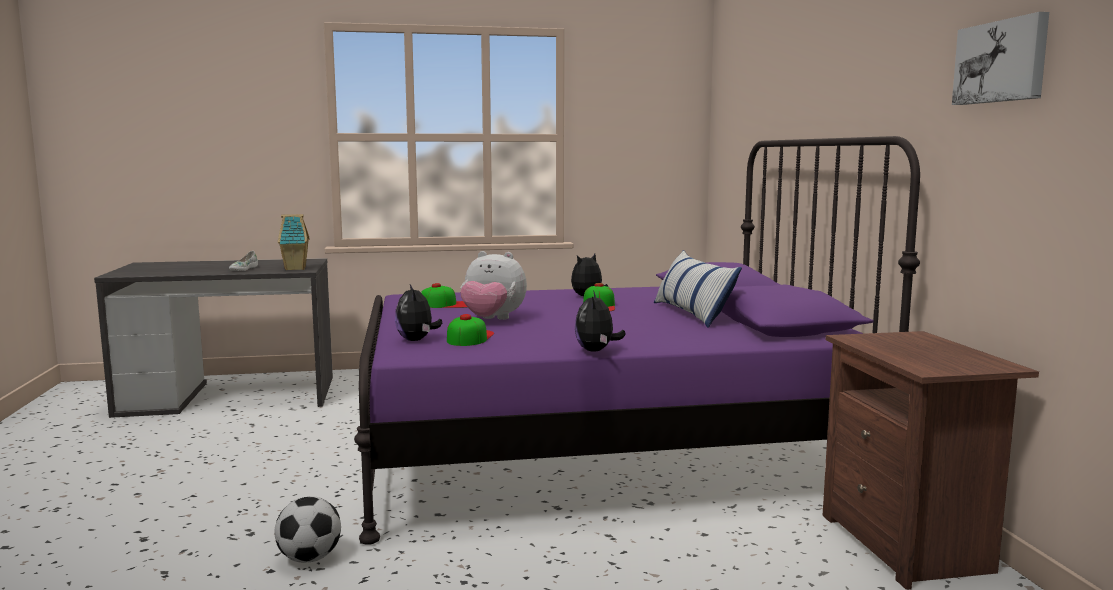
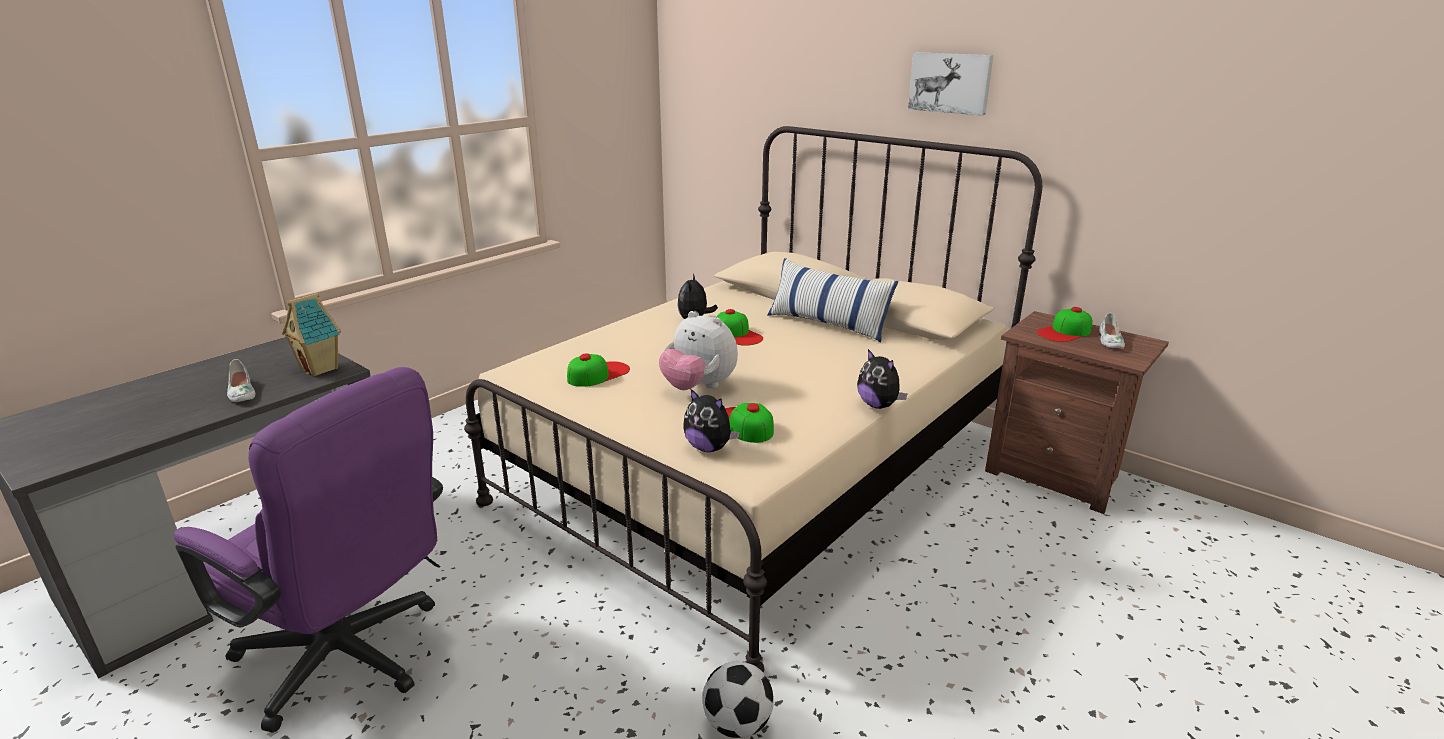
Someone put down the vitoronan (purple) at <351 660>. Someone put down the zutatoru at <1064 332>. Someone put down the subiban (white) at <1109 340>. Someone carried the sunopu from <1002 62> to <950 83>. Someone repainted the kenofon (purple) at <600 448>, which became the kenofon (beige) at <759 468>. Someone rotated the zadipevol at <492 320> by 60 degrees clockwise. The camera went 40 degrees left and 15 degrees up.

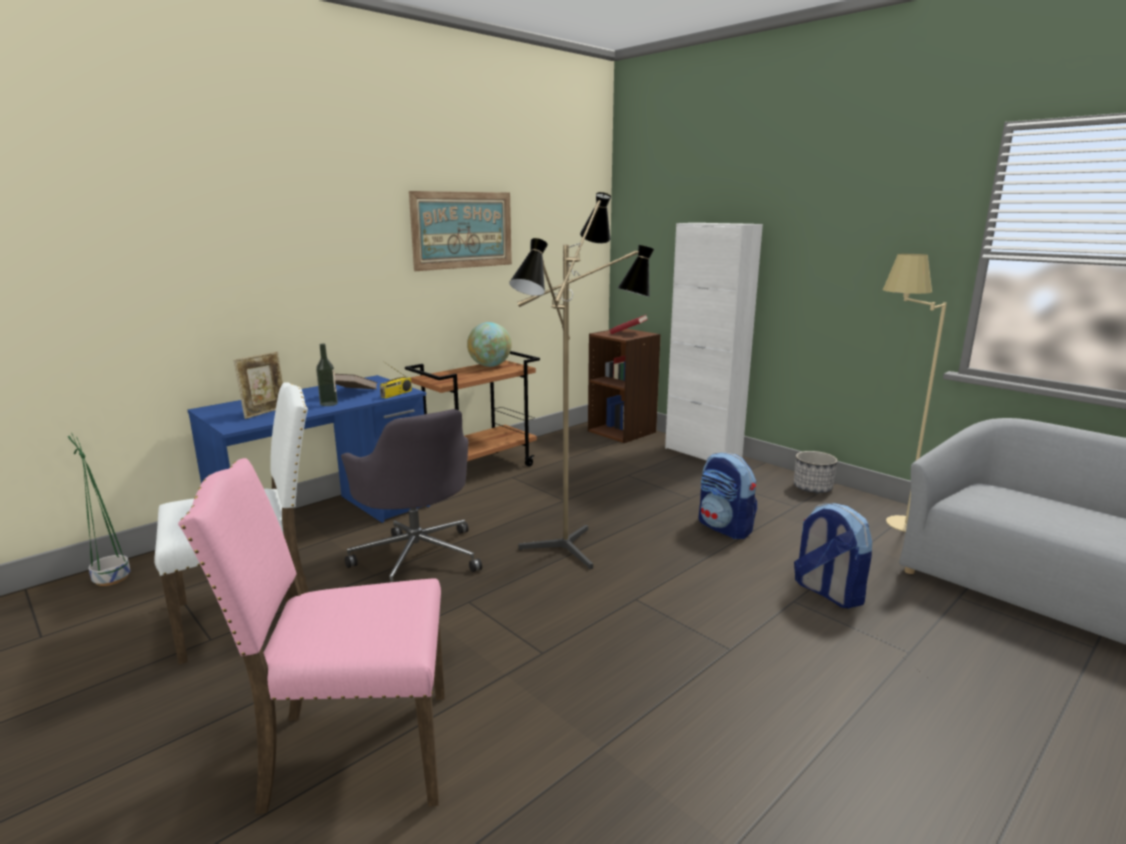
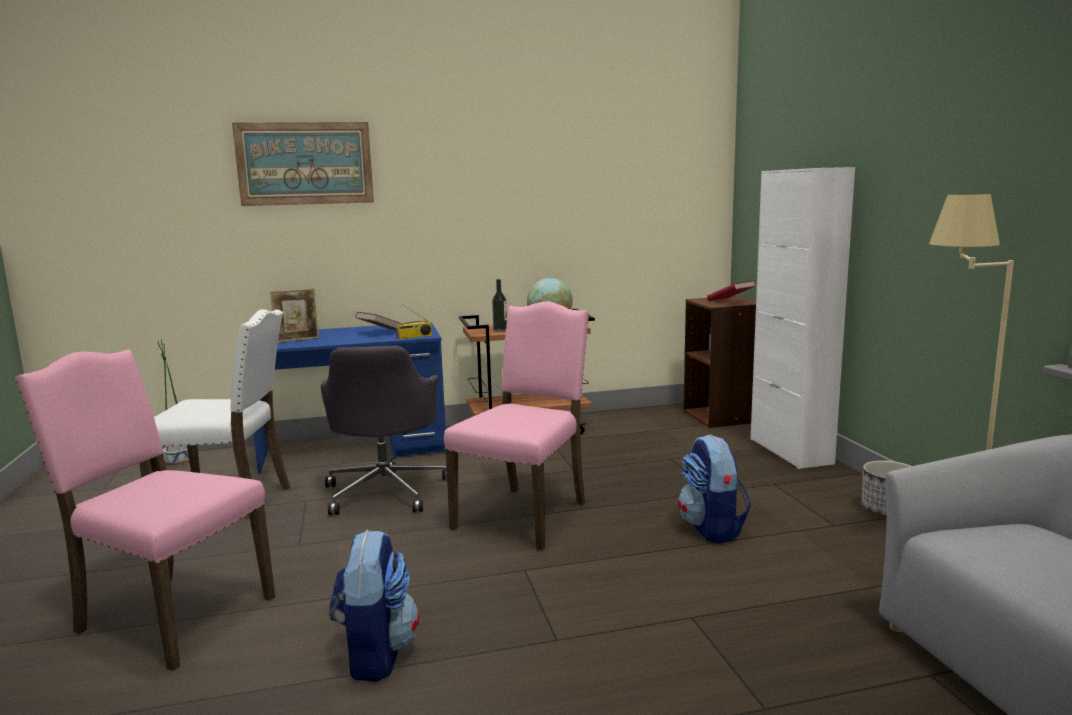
Someone carried the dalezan from <329 404> to <500 330>. Someone carried the sunopu from <463 230> to <305 163>. Someone carried the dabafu from <827 592> to <375 654>. Someone swapped the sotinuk at <575 550> for the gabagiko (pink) at <525 515>. The camera went 30 degrees right and 5 degrees down.

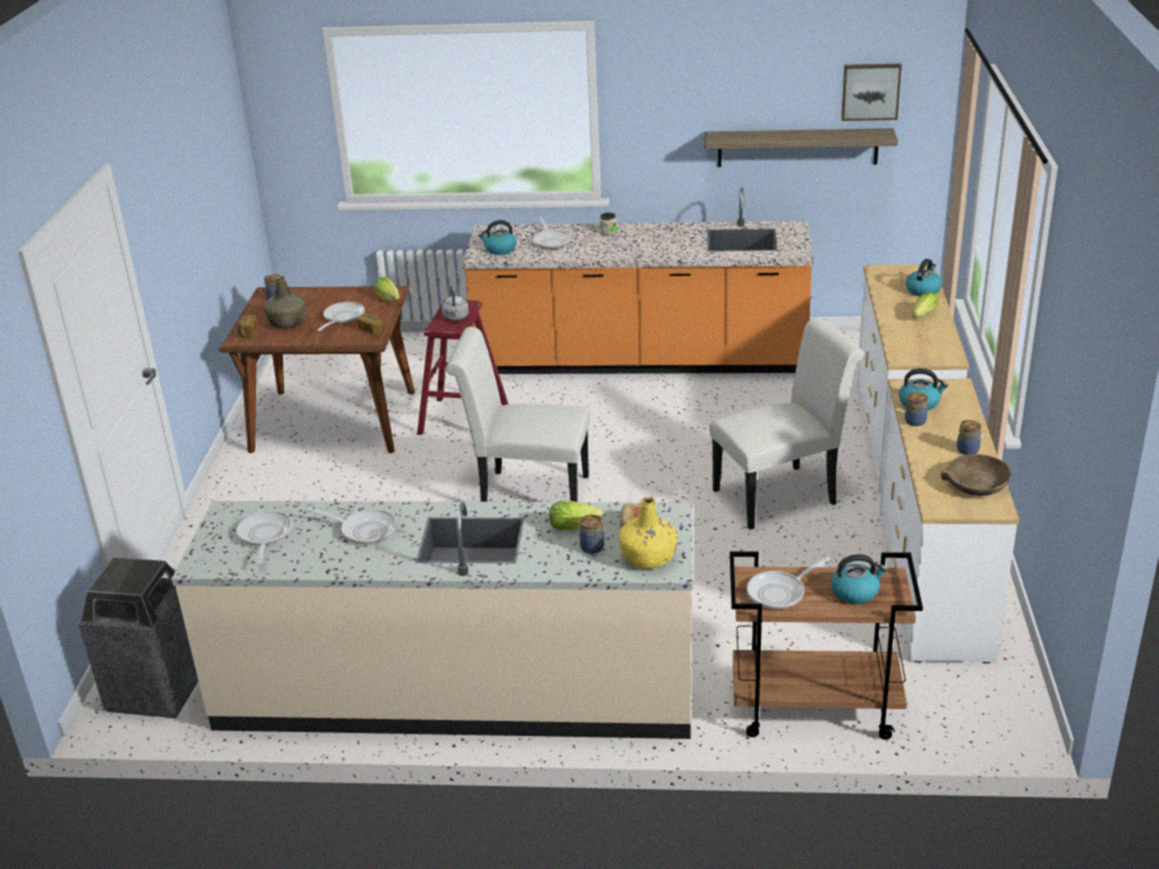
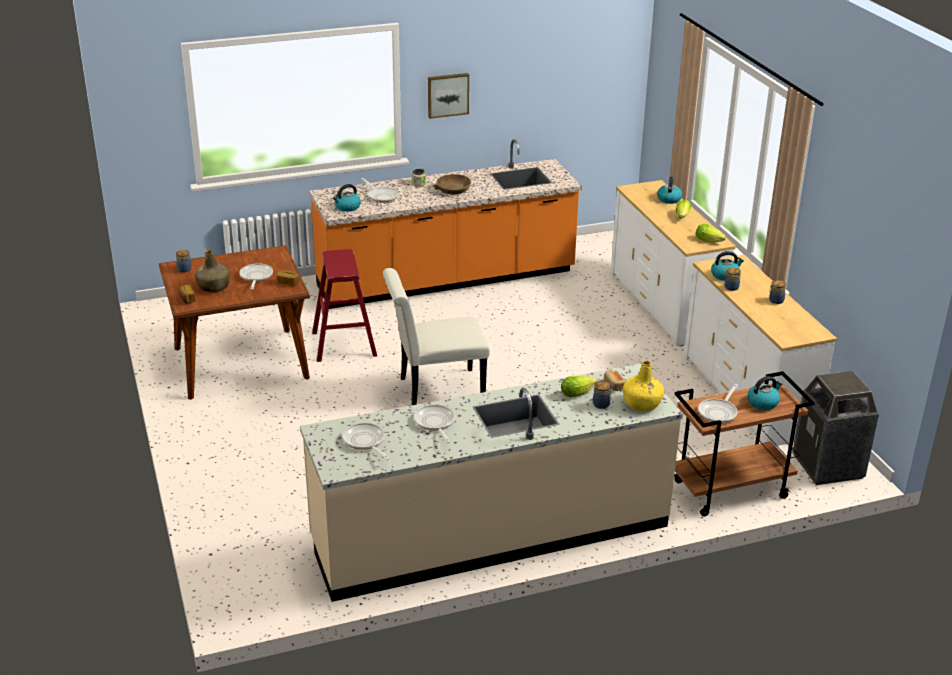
Someone took away the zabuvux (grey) at <456 318>. Someone took away the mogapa at <797 147>. Someone took away the gabagiko (white) at <782 495>. Someone carried the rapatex from <157 690> to <828 466>. Someone carried the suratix from <389 299> to <710 241>. Someone carried the sunopu from <870 91> to <447 95>. Someone carried the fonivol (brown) from <976 484> to <453 190>. Someone rotated the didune at <364 530> by 105 degrees counterclockwise. The camera went 25 degrees left and 0 degrees up.

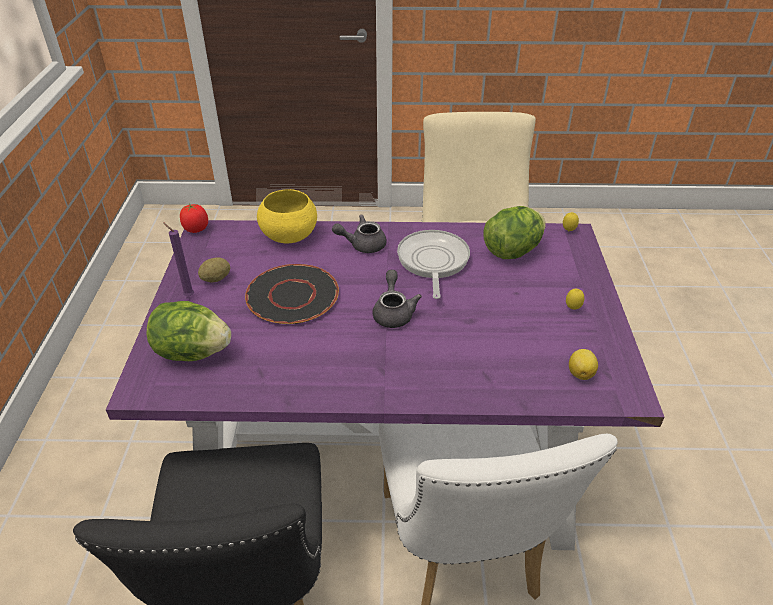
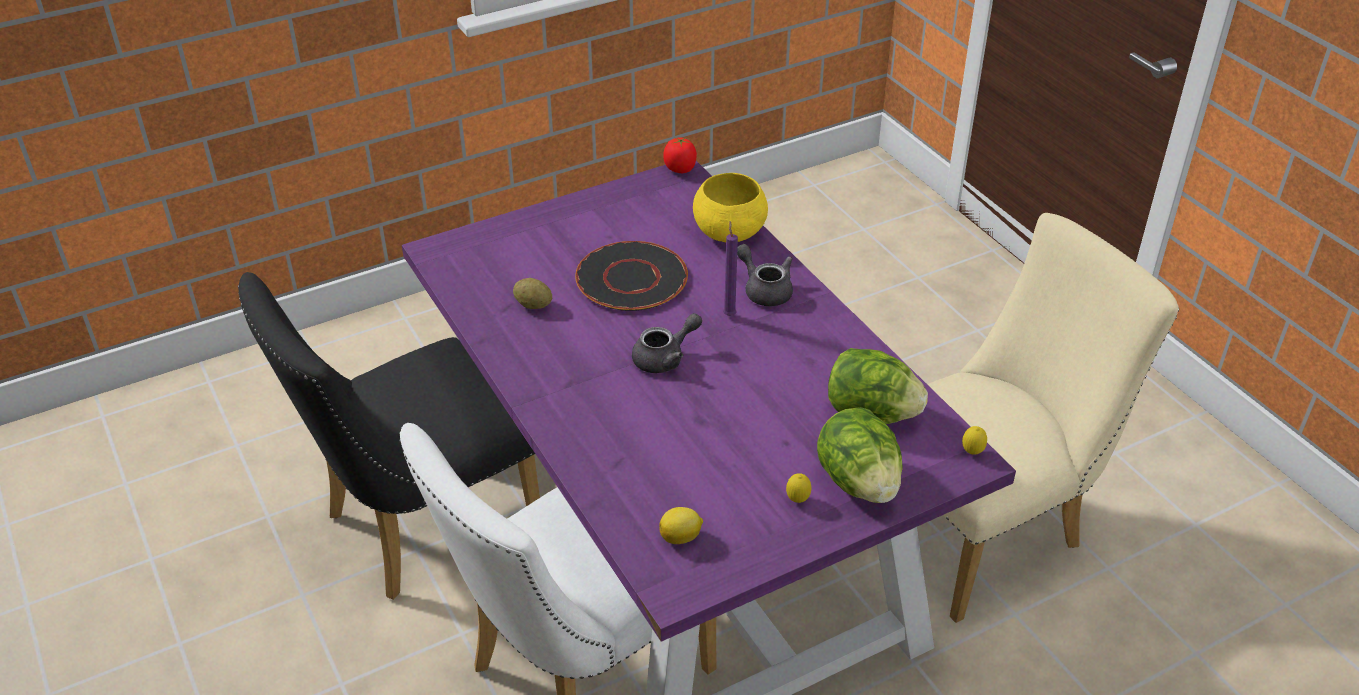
Someone took away the didune at <432 262>. Someone carried the suratix from <192 352> to <858 482>. Someone carried the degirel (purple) from <188 296> to <729 314>. Someone carried the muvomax from <216 279> to <533 305>. The camera went 60 degrees right and 0 degrees up.

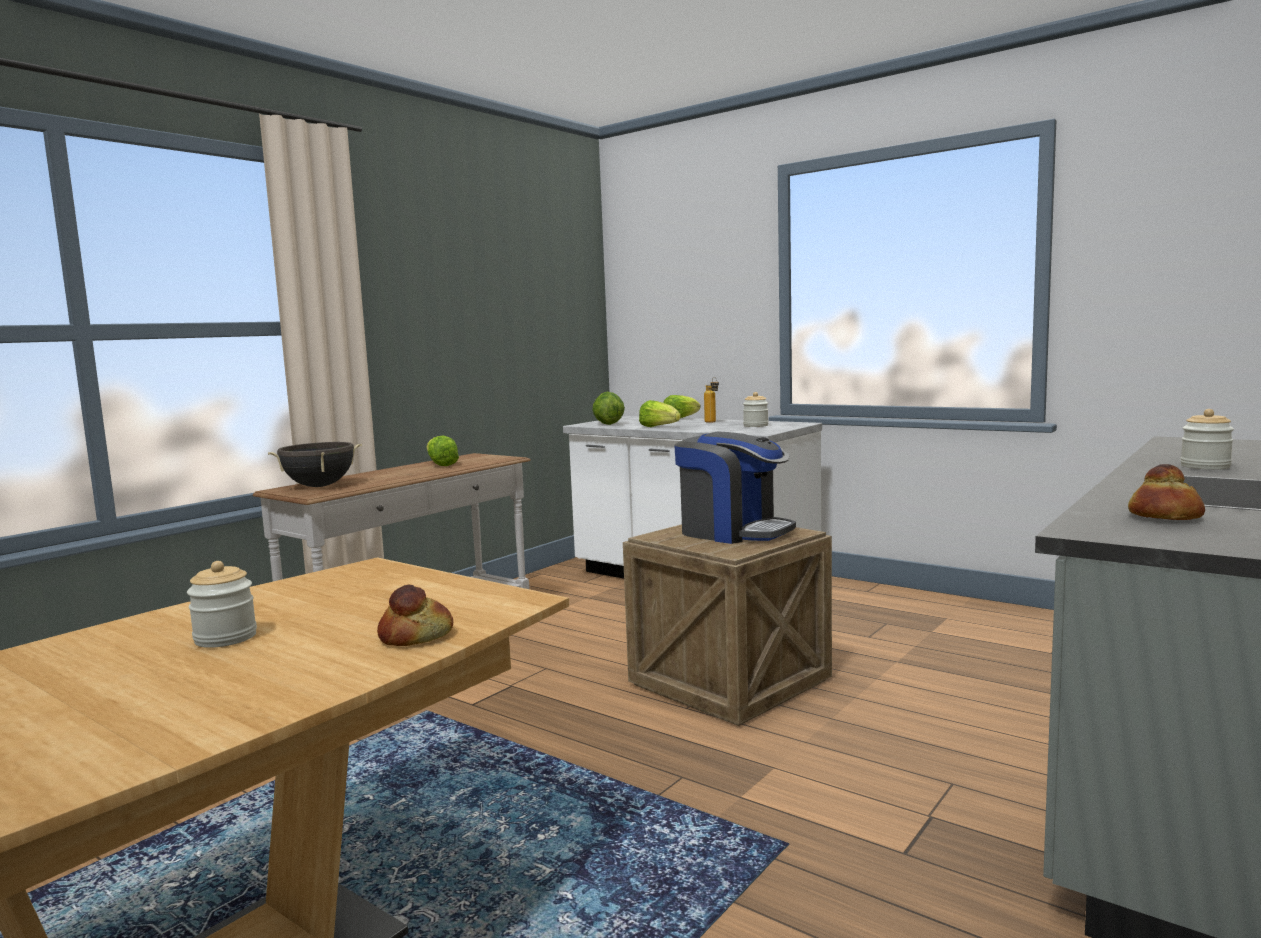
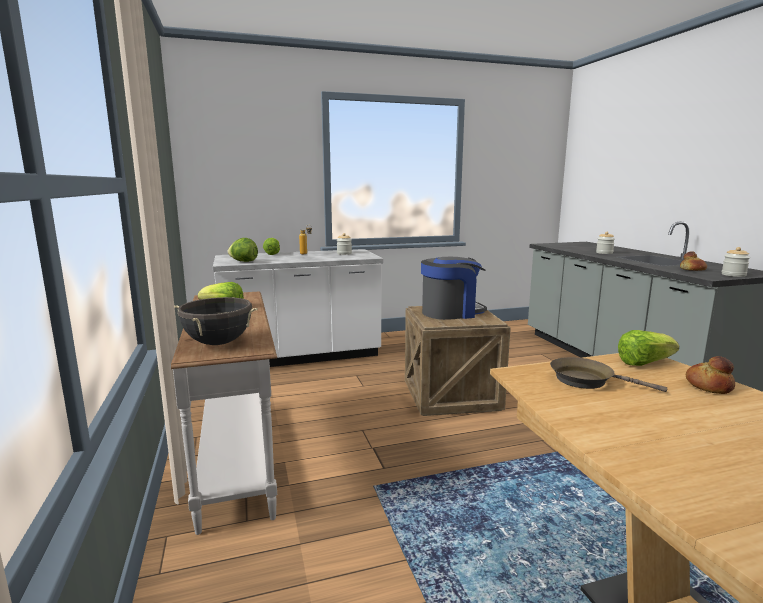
Someone put down the didune (brown) at <586 380>. Someone carried the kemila from <225 638> to <733 275>. Someone carried the suratix from <659 427> to <643 363>. The camera went 55 degrees left and 5 degrees up.

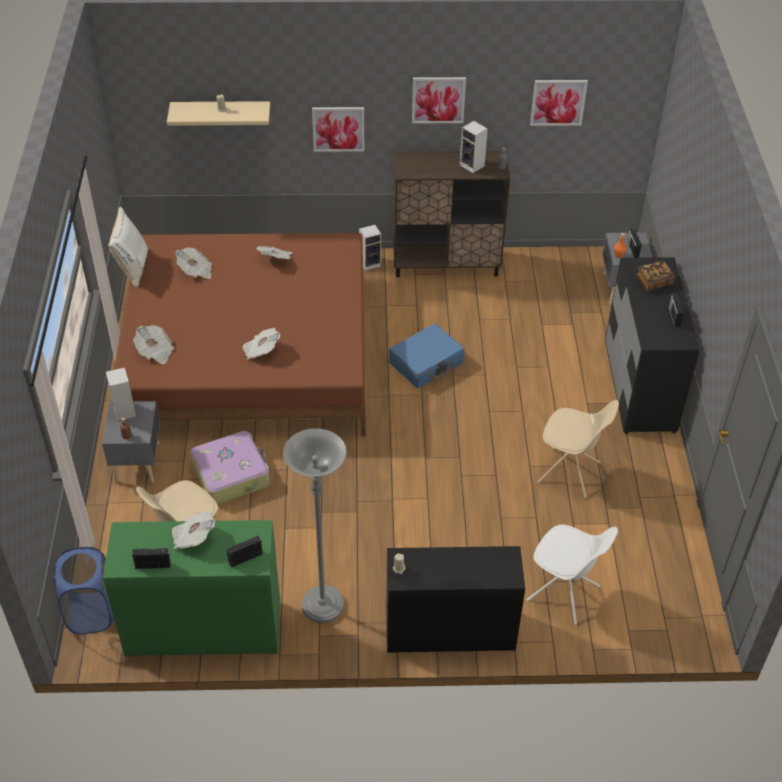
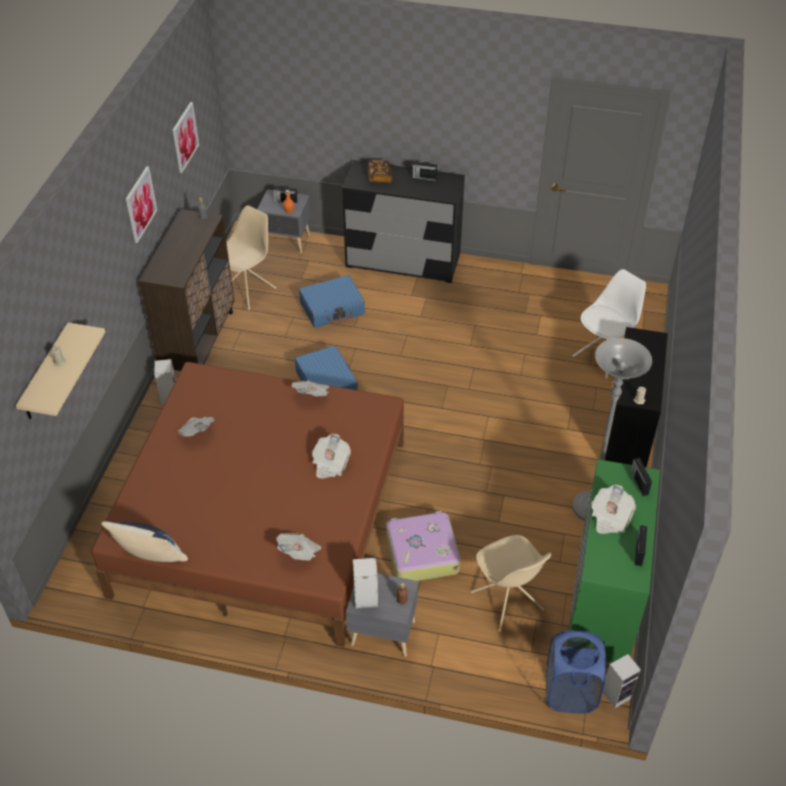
Someone took away the sunopu at <338 129>. Someone put down the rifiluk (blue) at <332 308>. Someone carried the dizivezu from <195 271> to <312 395>. Someone carried the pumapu from <473 165> to <617 694>. Someone carried the gabagiko (beige) from <570 473> to <248 290>. Someone repainted the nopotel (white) at <132 267>, which became the nopotel (blue) at <149 560>. The camera went 75 degrees left and 0 degrees up.

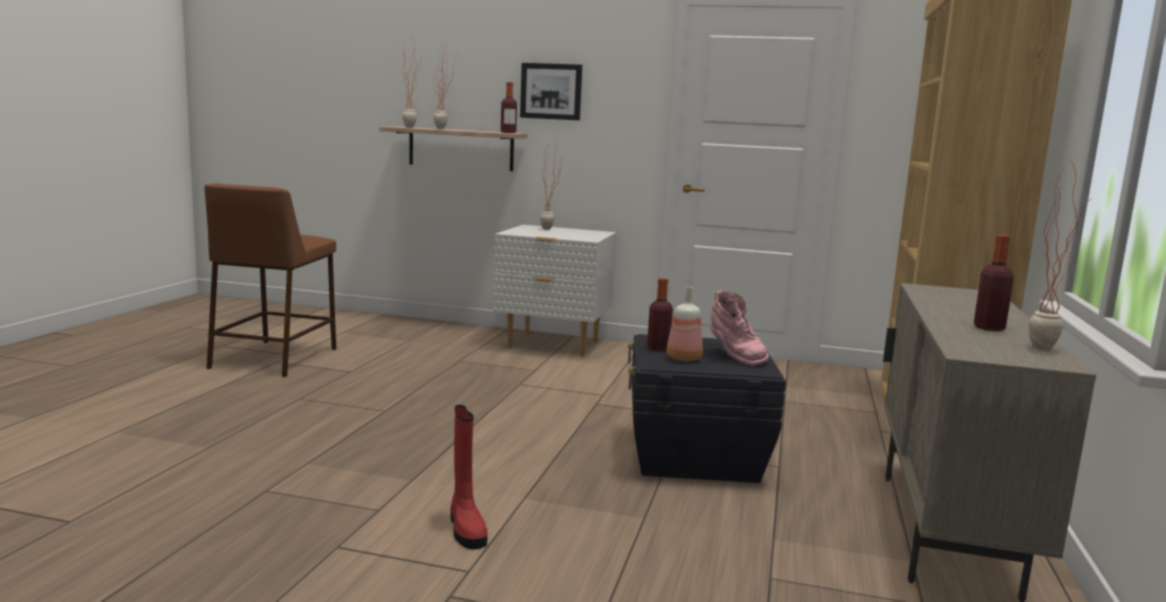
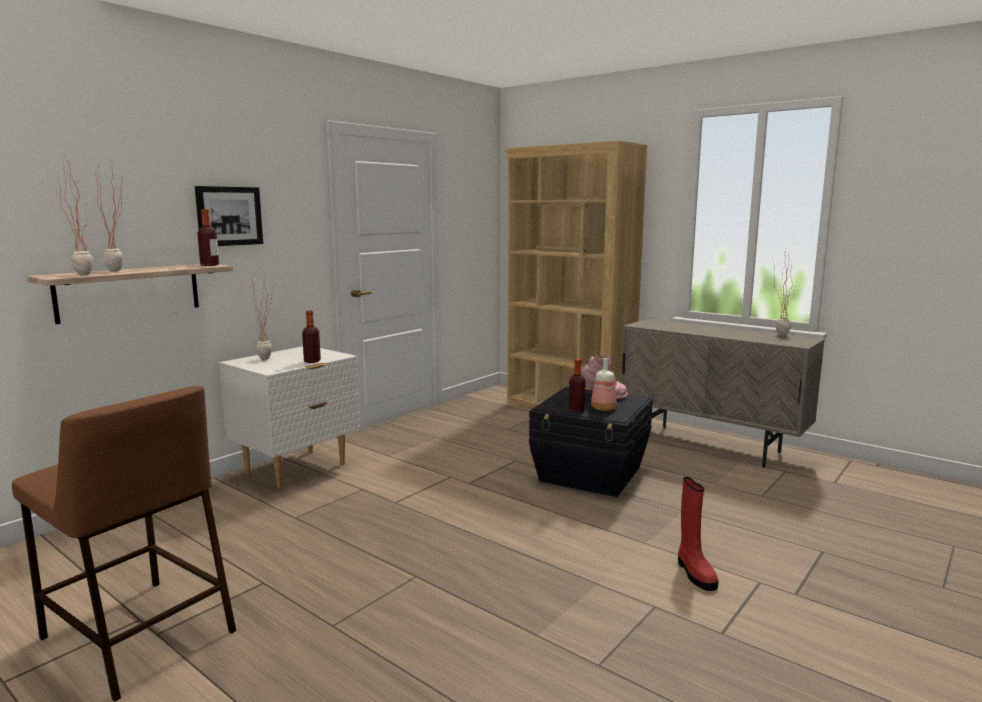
Someone carried the dalezan from <989 328> to <312 361>. Someone rotated the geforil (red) at <466 529> by 75 degrees clockwise. The camera went 65 degrees left and 0 degrees up.

